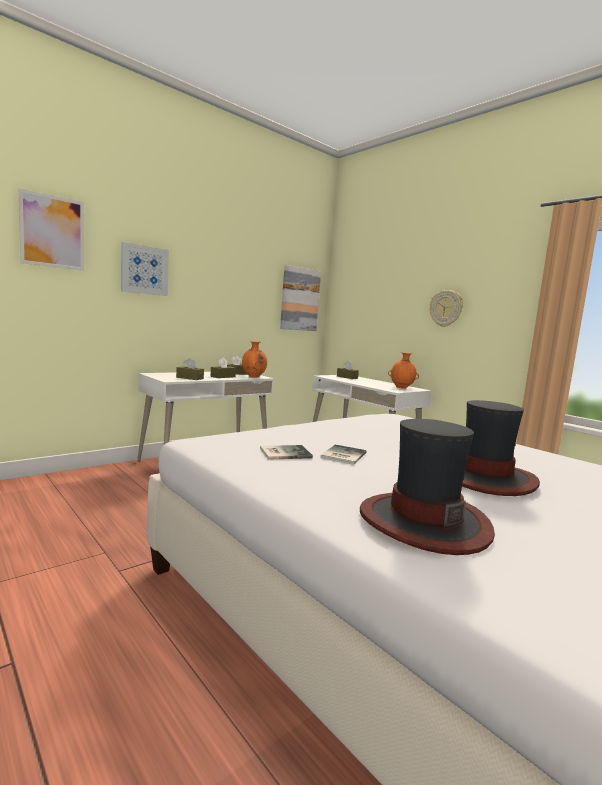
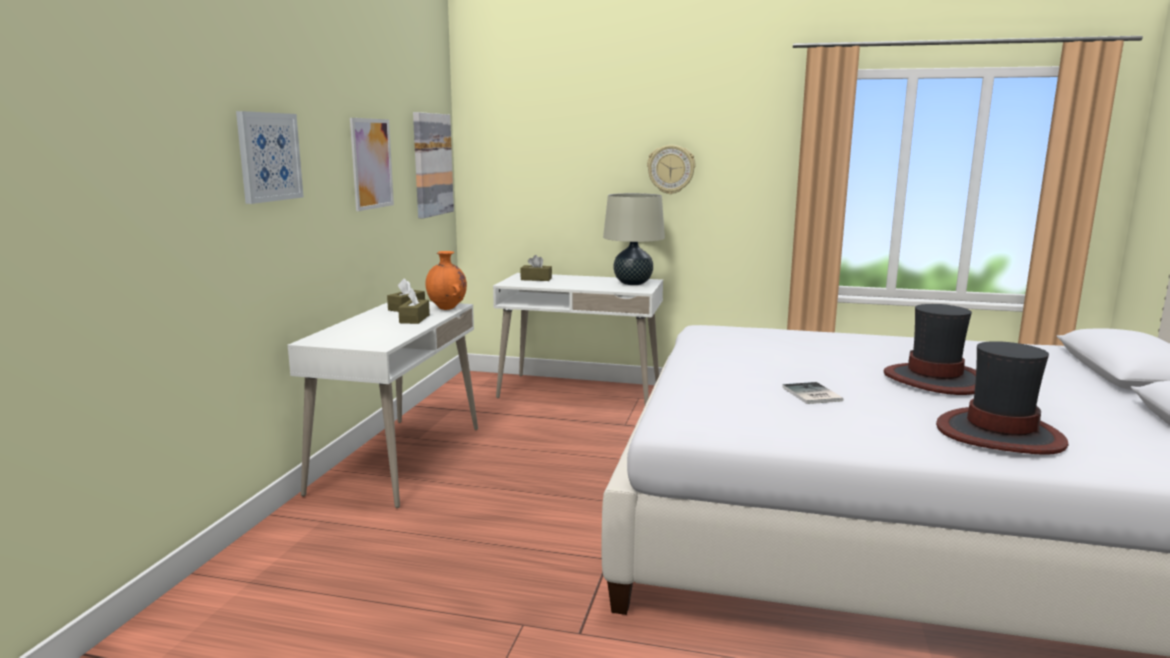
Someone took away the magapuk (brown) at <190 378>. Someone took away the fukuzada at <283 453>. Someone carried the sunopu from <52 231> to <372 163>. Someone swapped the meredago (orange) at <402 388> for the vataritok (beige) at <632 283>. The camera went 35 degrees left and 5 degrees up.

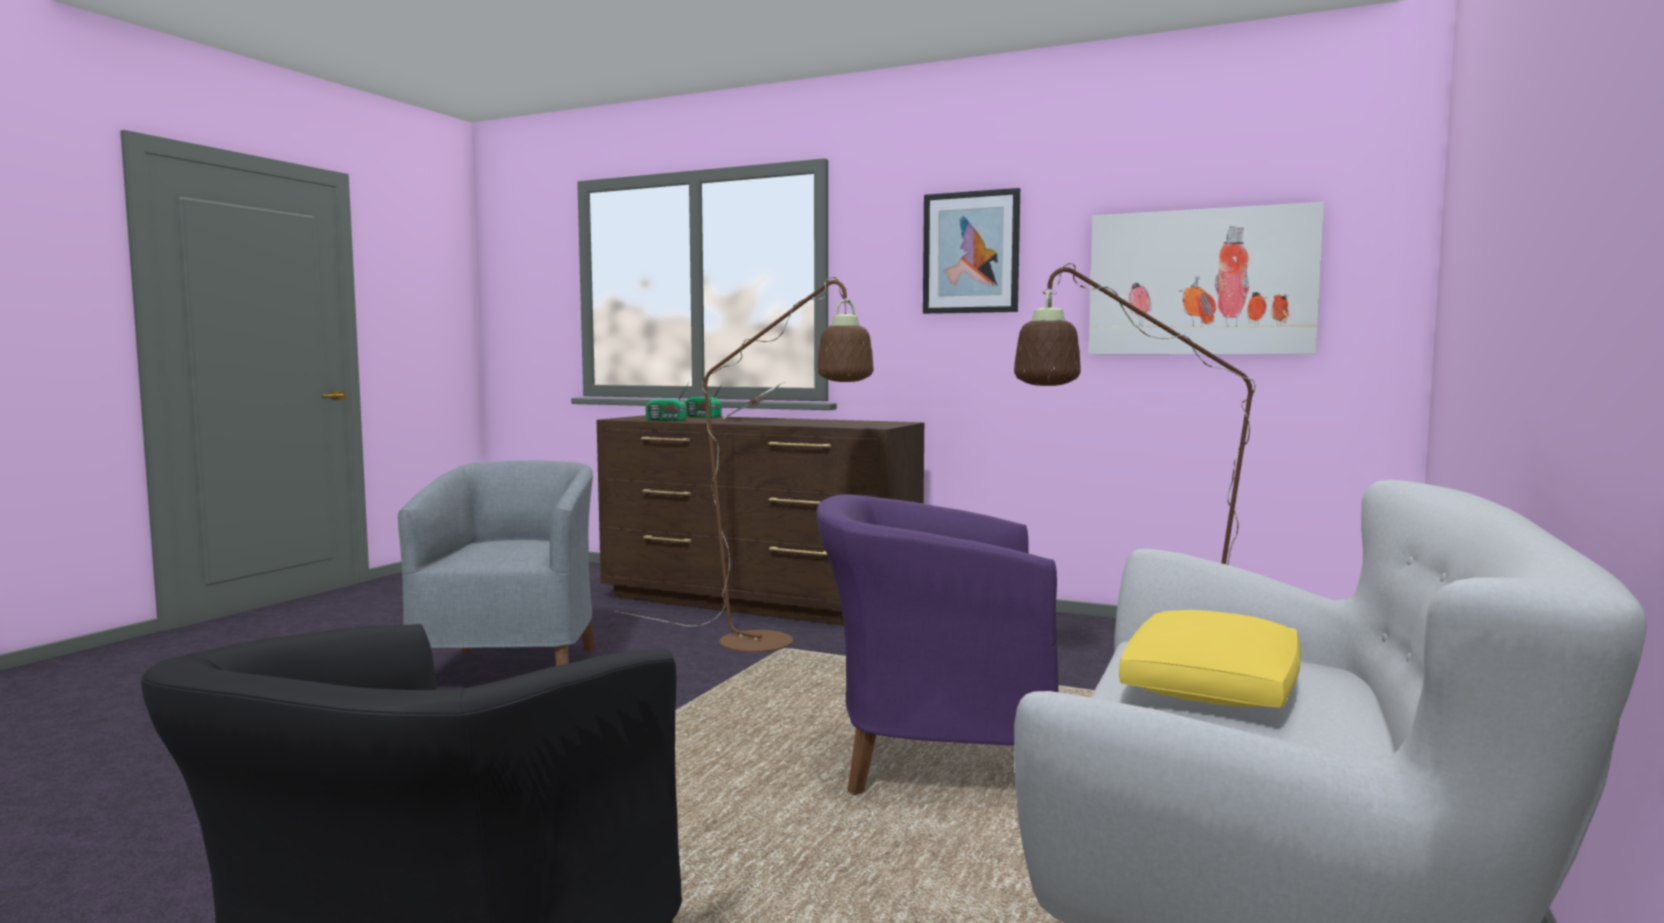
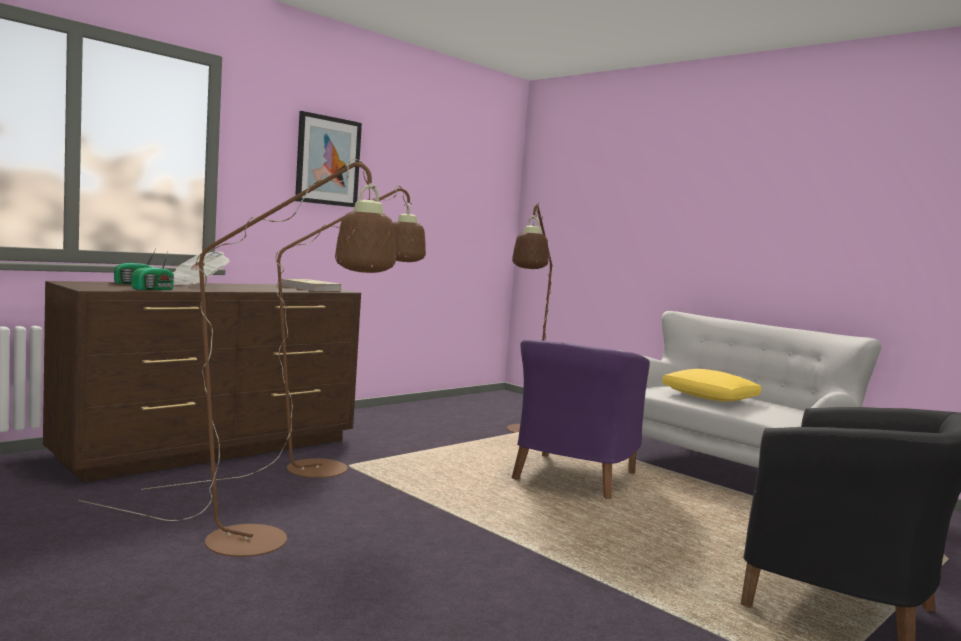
Someone took away the sunopu at <1200 282>. Someone put down the fukuzada at <310 288>. Someone swapped the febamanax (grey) at <513 667> for the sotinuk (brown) at <265 544>. The camera went 70 degrees left and 0 degrees up.

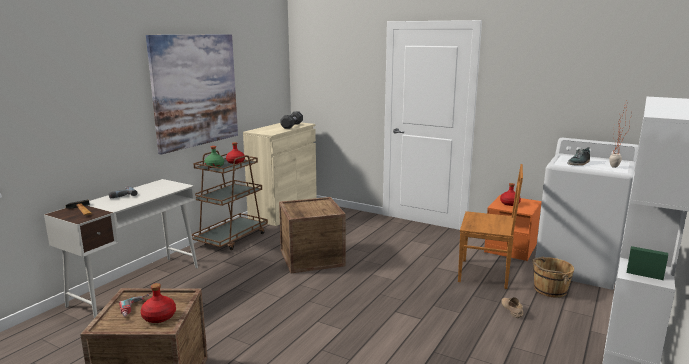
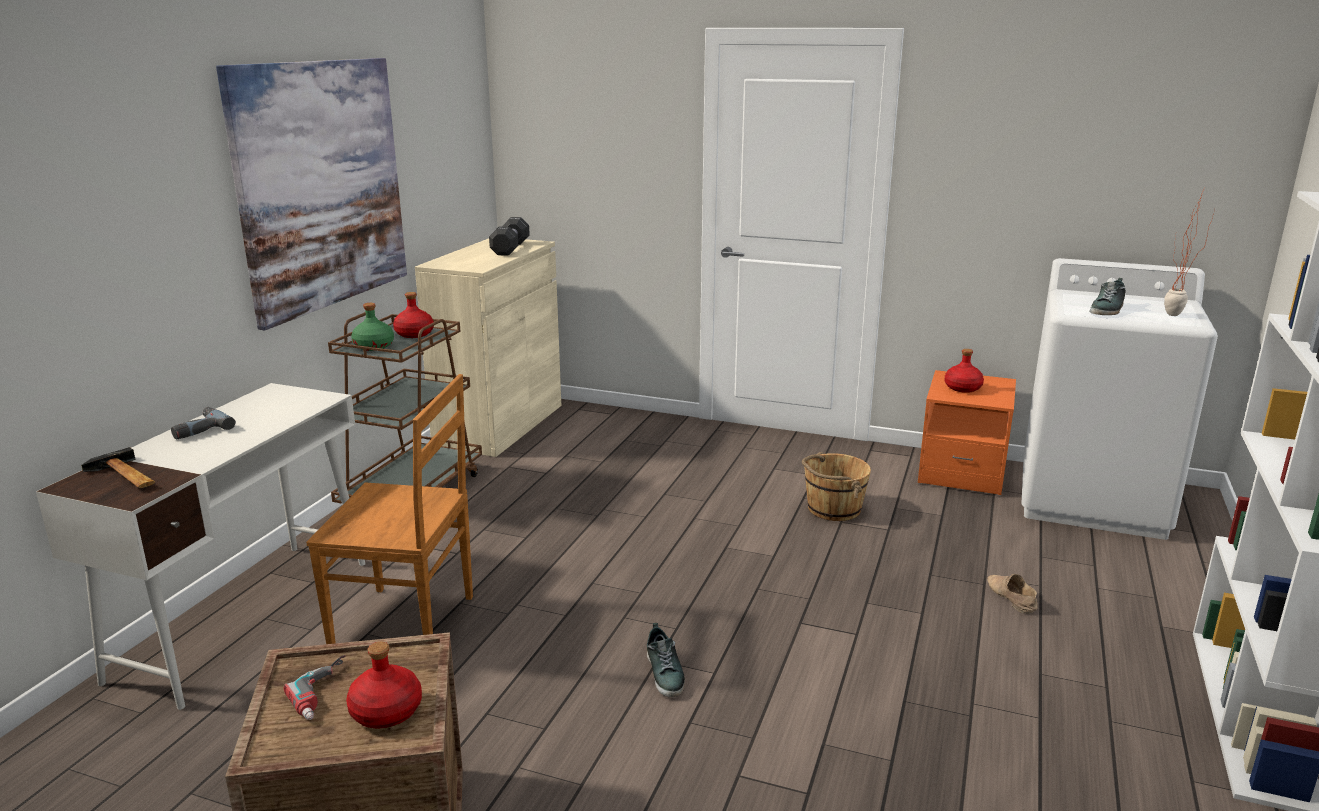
Someone took away the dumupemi at <312 258>. Someone put down the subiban at <665 673>. Someone carried the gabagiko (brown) from <486 274> to <408 625>. Someone carried the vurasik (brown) from <549 290> to <832 509>. The camera went 10 degrees left and 5 degrees up.

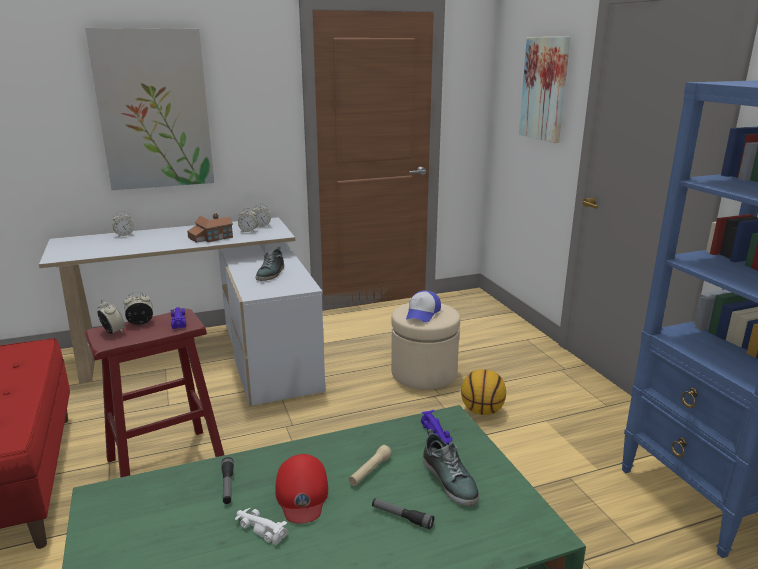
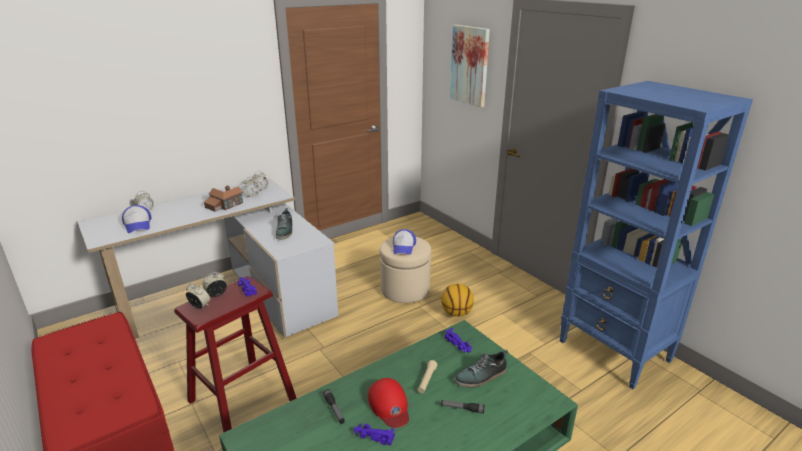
Someone took away the sunopu at <154 110>. Someone put down the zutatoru at <138 224>. Someone repainted the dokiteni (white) at <260 528>, which became the dokiteni (purple) at <373 436>. Someone rotated the subiban at <450 480> by 105 degrees clockwise. The camera went 15 degrees left and 5 degrees up.

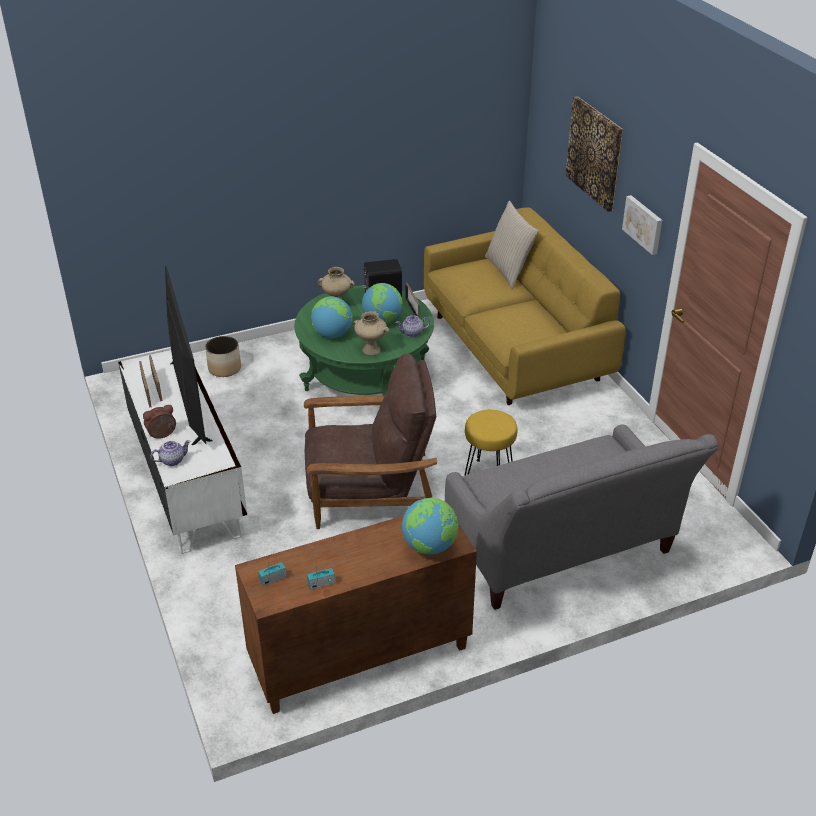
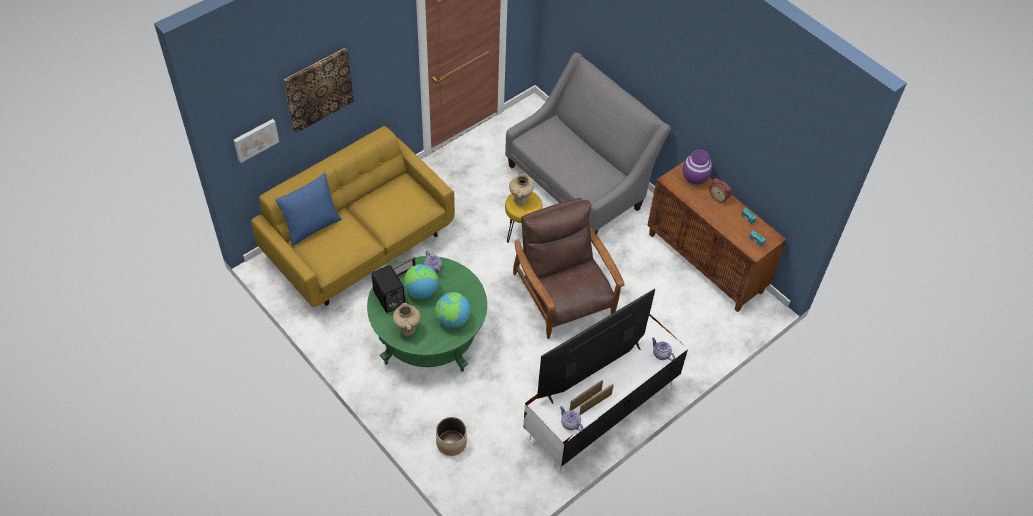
Someone put down the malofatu at <570 424>. Someone carried the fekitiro from <162 435> to <719 197>. Someone carried the meredago (beige) from <370 350> to <520 200>. Someone carried the sunopu from <644 224> to <255 139>. Someone swapped the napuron at <430 546> for the meredago (purple) at <695 178>. Someone repainted the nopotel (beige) at <508 270>, which became the nopotel (blue) at <312 226>. The camera went 110 degrees left and 15 degrees up.

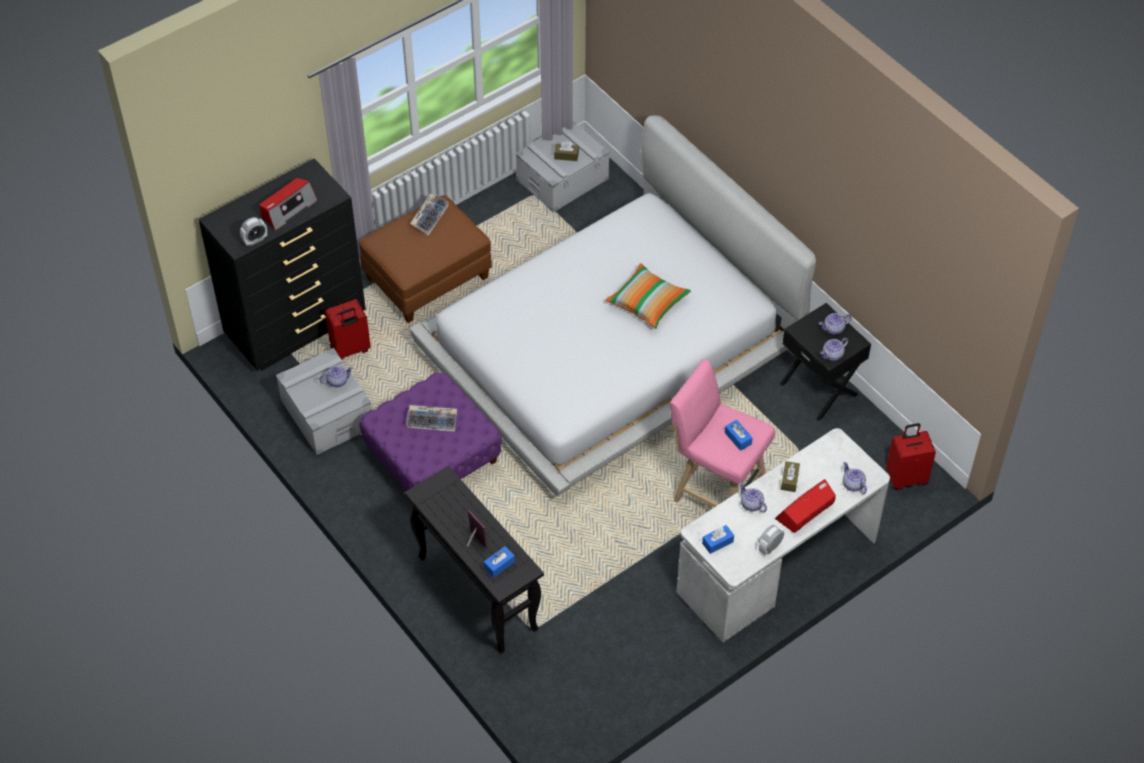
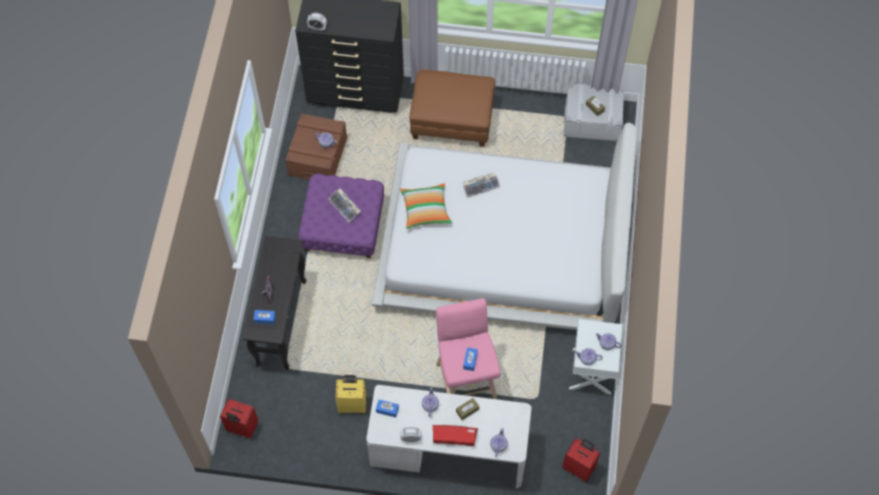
Someone took away the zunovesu at <288 209>. Someone put down the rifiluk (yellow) at <353 404>. Someone carried the rifiluk (red) from <350 350> to <242 428>. Someone carried the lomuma from <429 216> to <481 186>. Someone carried the nopotel from <647 303> to <426 210>. Someone repainted the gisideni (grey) at <327 413>, which became the gisideni (brown) at <317 156>. Someone repainted the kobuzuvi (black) at <820 388>, which became the kobuzuvi (white) at <592 371>. The camera went 45 degrees right and 10 degrees up.

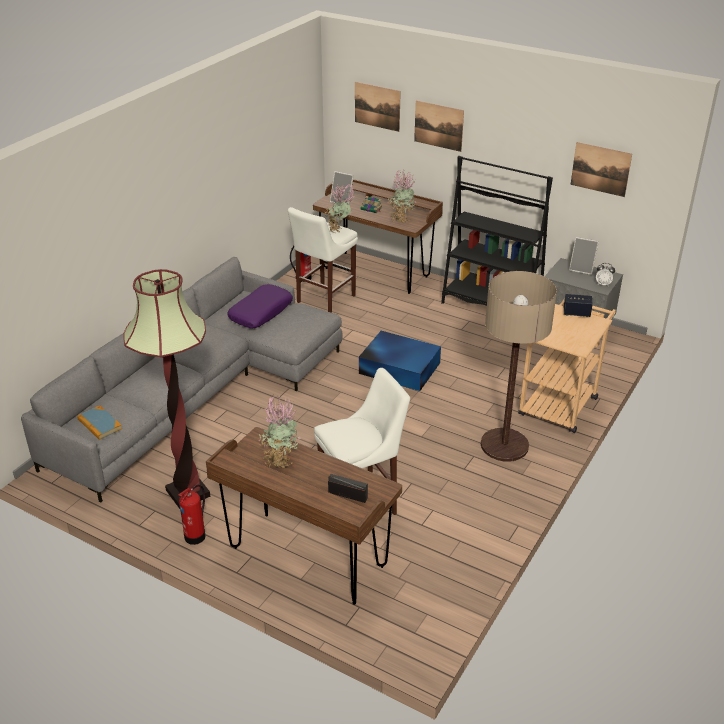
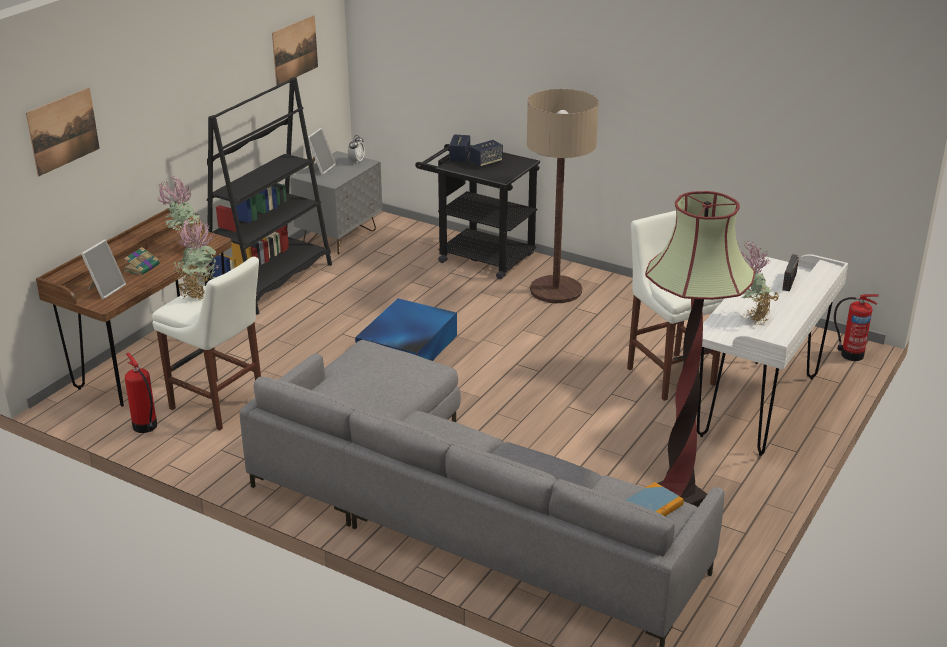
Someone took away the nopotel (purple) at <260 312>. Someone took away the sunopu at <438 126>. Someone put down the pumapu at <486 162>. Someone carried the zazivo from <196 535> to <850 354>. Someone repainted the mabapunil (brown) at <307 558>, which became the mabapunil (white) at <759 406>. Someone repainted the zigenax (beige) at <560 402>, which became the zigenax (black) at <478 256>. The camera went 90 degrees left and 5 degrees down.

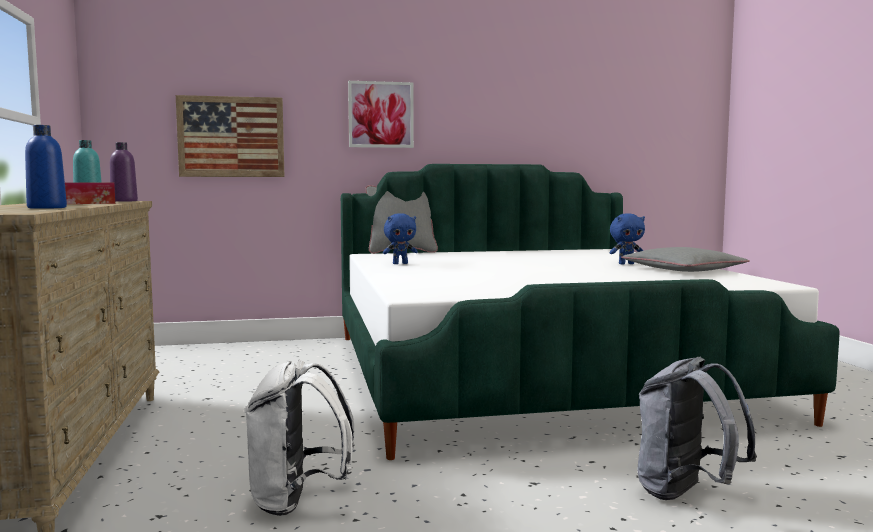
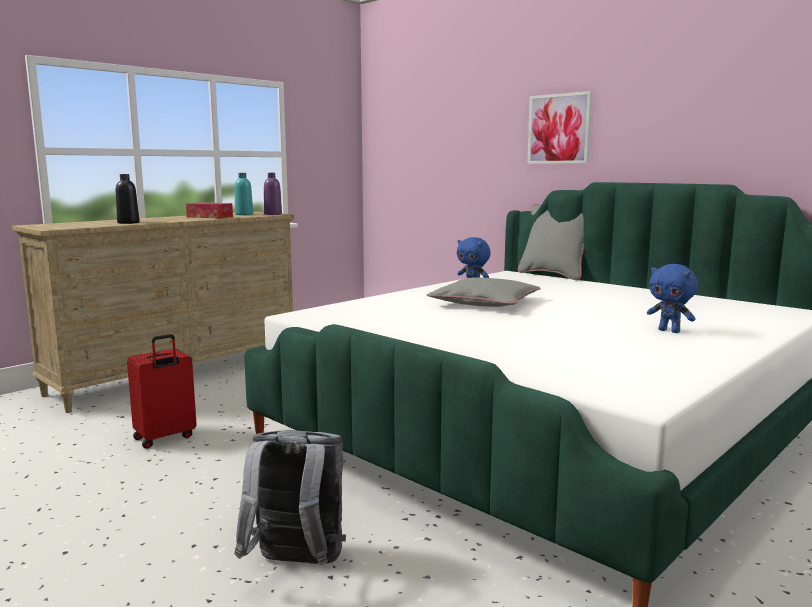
Someone took away the sunopu at <231 137>. Someone carried the nopotel (grey) from <683 270> to <484 302>. Someone swapped the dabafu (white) at <298 501> for the rifiluk (red) at <165 438>. Someone repainted the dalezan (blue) at <47 208>, which became the dalezan (black) at <128 223>. The camera went 55 degrees right and 5 degrees up.

